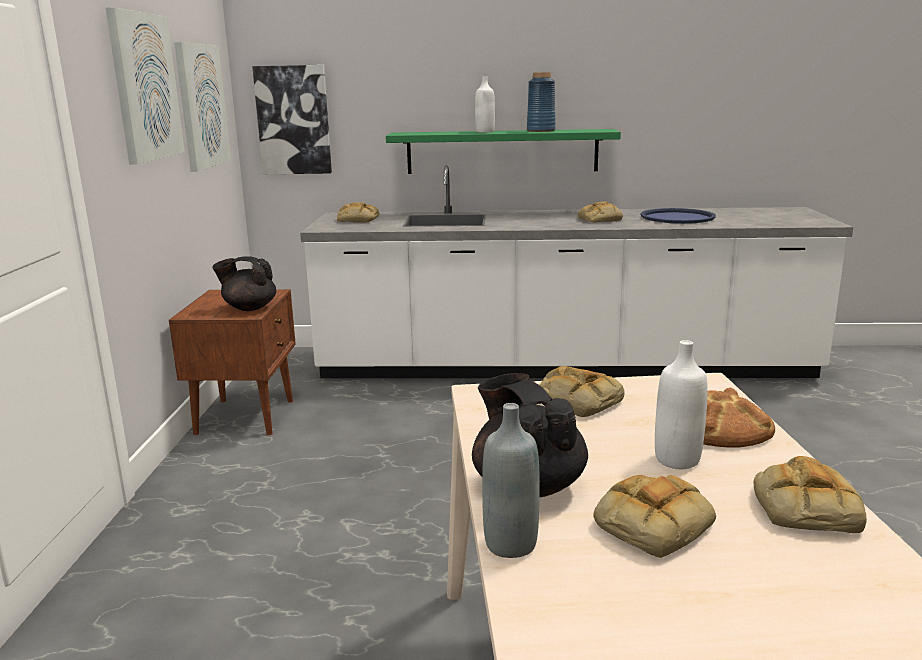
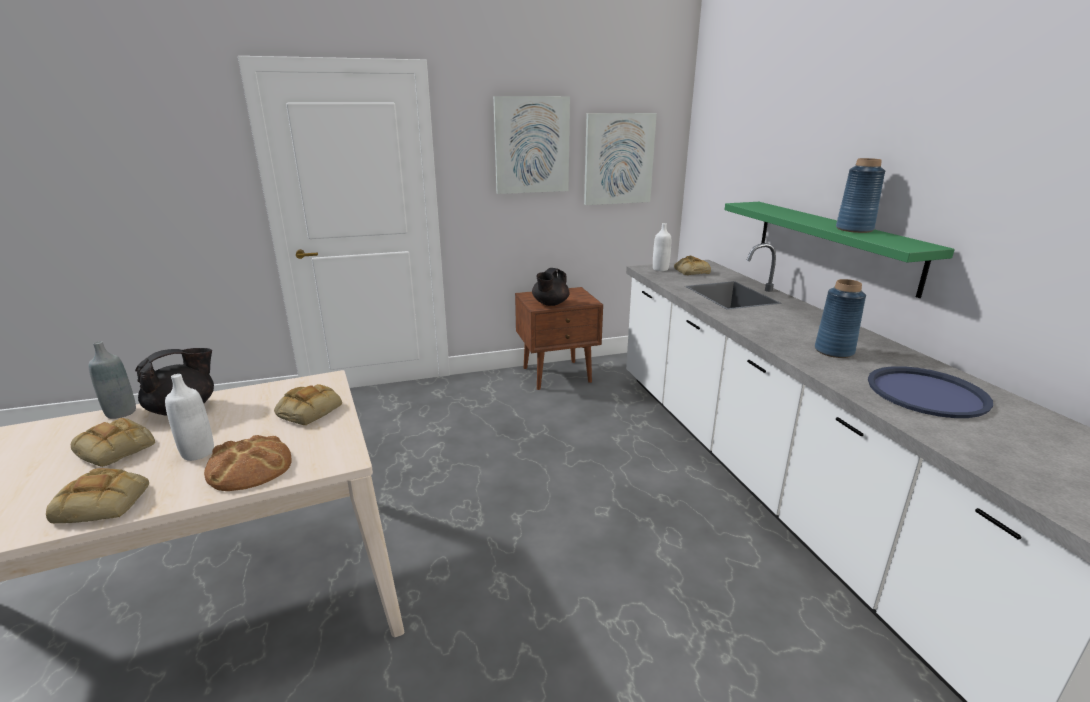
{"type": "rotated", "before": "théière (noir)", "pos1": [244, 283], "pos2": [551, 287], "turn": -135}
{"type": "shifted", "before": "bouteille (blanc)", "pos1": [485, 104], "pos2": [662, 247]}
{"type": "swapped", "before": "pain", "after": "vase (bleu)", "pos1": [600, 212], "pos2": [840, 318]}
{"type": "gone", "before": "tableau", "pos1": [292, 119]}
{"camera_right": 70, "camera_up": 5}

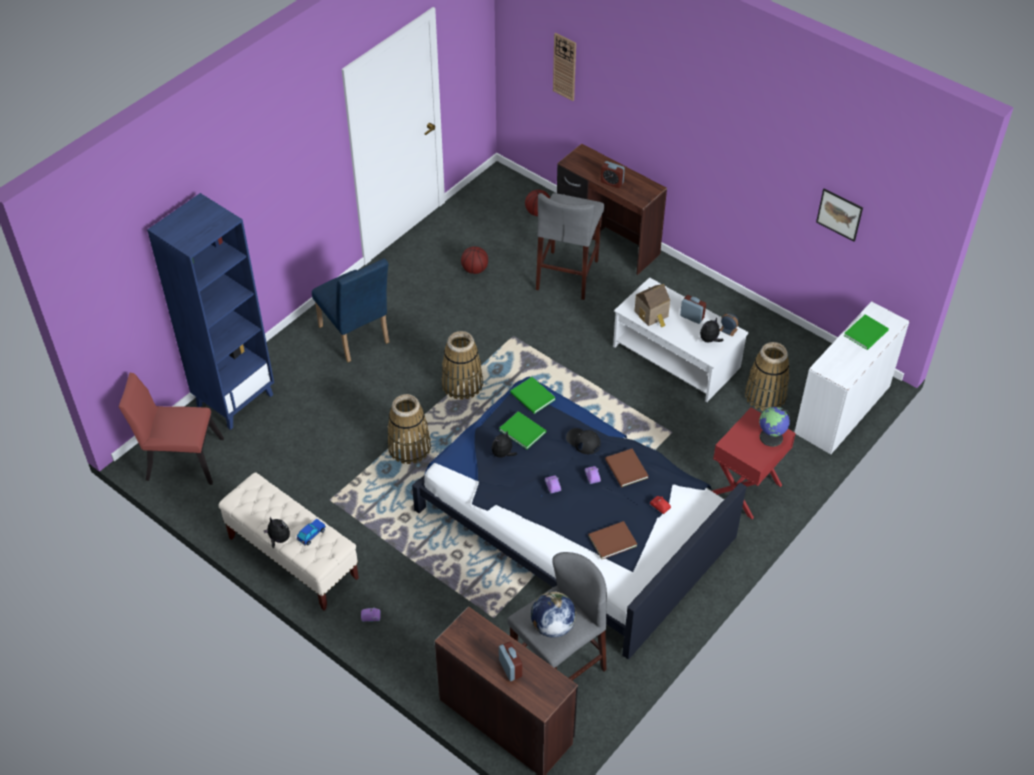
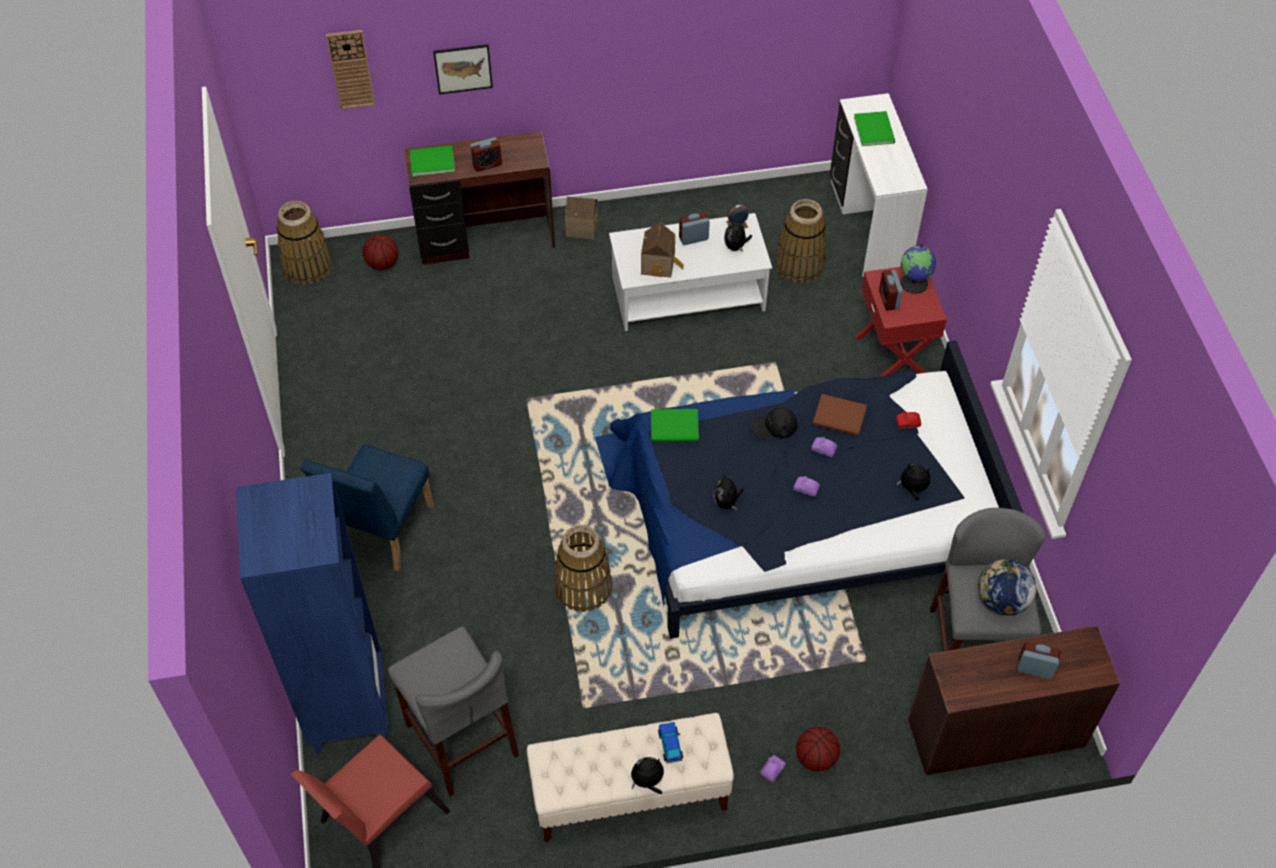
{"type": "shifted", "before": "panier", "pos1": [462, 365], "pos2": [304, 243]}
{"type": "rotated", "before": "chaise (bleu)", "pos1": [351, 310], "pos2": [367, 508], "turn": 105}
{"type": "shifted", "before": "tabouret (gris)", "pos1": [570, 246], "pos2": [453, 712]}
{"type": "shifted", "before": "livre (vert)", "pos1": [523, 430], "pos2": [432, 160]}
{"type": "shifted", "before": "tableau", "pos1": [839, 214], "pos2": [463, 69]}
{"type": "new", "after": "maison miniature", "pos2": [581, 218]}
{"type": "shifted", "before": "ballon de basket", "pos1": [474, 260], "pos2": [818, 749]}
{"type": "new", "after": "réveil", "pos2": [891, 290]}
{"type": "swapped", "before": "livre (marron)", "after": "peluche", "pos1": [612, 540], "pos2": [913, 481]}
{"camera_right": -50, "camera_up": 5}

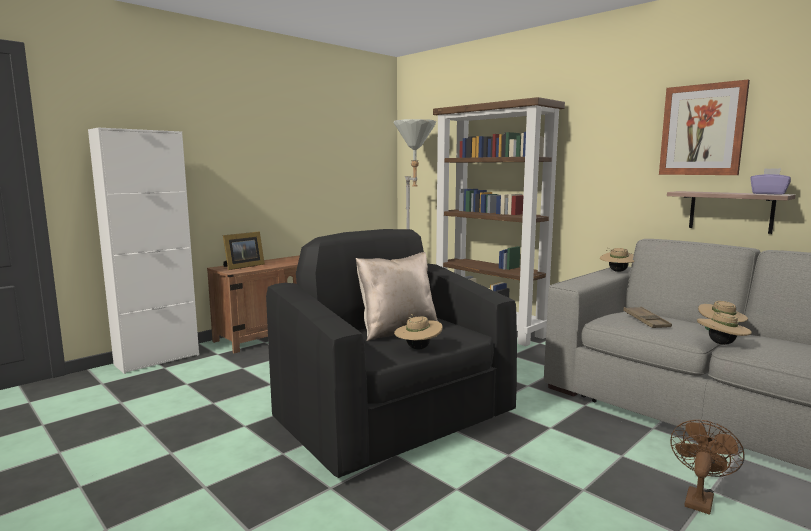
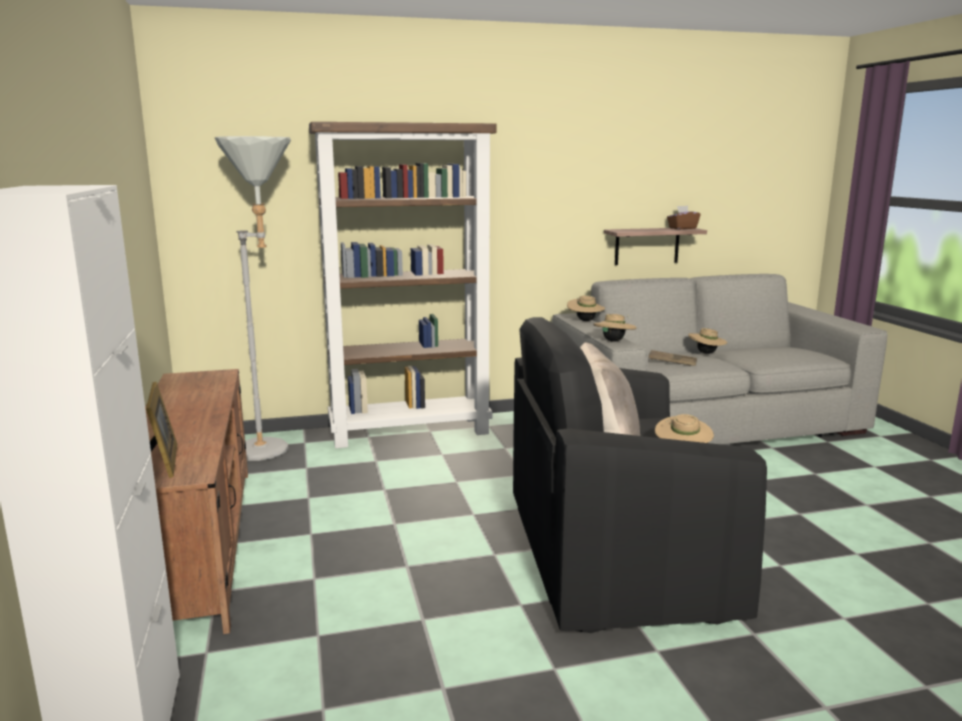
{"type": "shifted", "before": "chapeau (beige)", "pos1": [724, 328], "pos2": [615, 328]}
{"type": "repainted", "before": "boîte à mouchoirs (violet)", "after": "boîte à mouchoirs (marron)", "pos1": [770, 181], "pos2": [683, 217]}
{"type": "gone", "before": "tableau", "pos1": [704, 127]}
{"type": "gone", "before": "ventilateur (marron)", "pos1": [707, 467]}
{"camera_right": -60, "camera_up": 5}

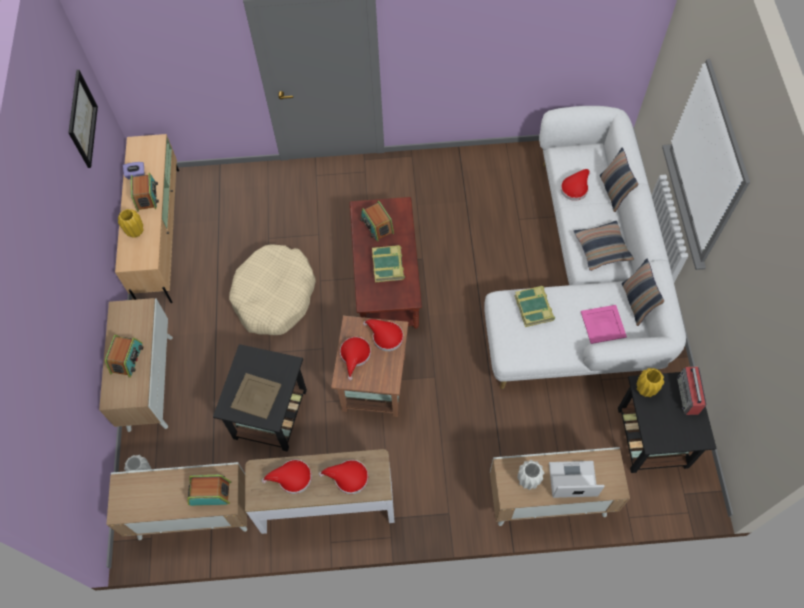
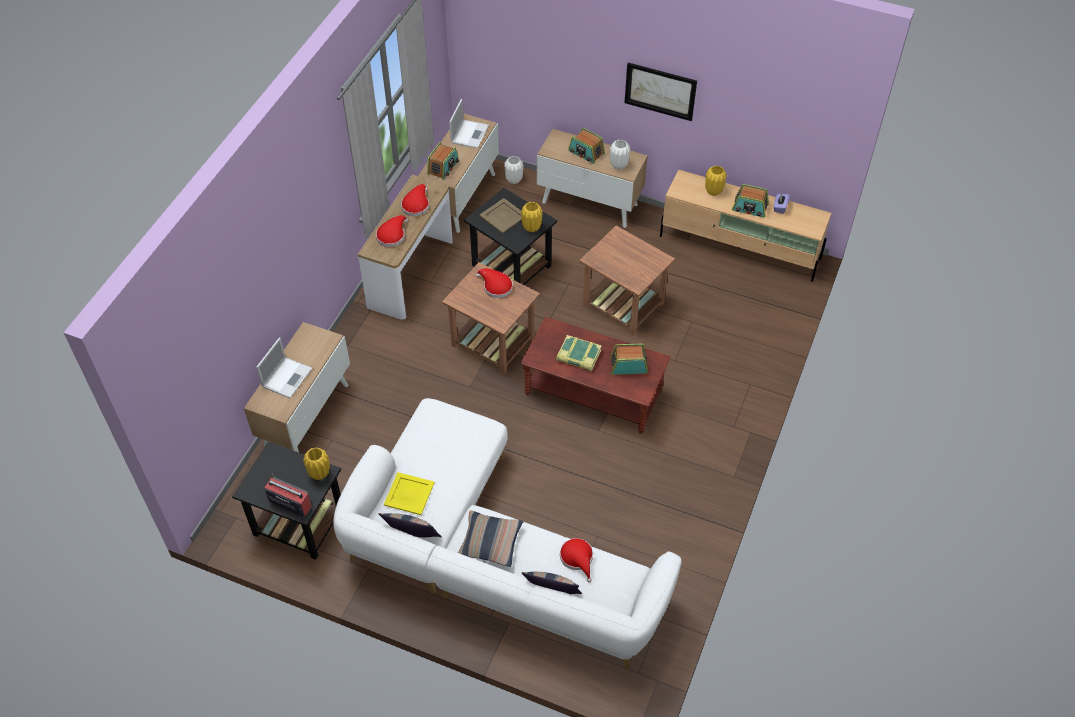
{"type": "repainted", "before": "plateau (rose)", "after": "plateau (jaune)", "pos1": [604, 324], "pos2": [409, 493]}
{"type": "new", "after": "ordinateur portable", "pos2": [469, 124]}
{"type": "new", "after": "vase (jaune)", "pos2": [531, 217]}
{"type": "swapped", "before": "panier pour chien (beige)", "after": "table d'appoint (marron)", "pos1": [272, 289], "pos2": [627, 281]}
{"type": "shifted", "before": "vase (blanc)", "pos1": [531, 475], "pos2": [620, 155]}
{"type": "shifted", "before": "tableau", "pos1": [83, 119], "pos2": [660, 92]}
{"type": "gone", "before": "chapeau (rouge)", "pos1": [383, 335]}
{"type": "gone", "before": "livre", "pos1": [534, 306]}
{"camera_right": 115, "camera_up": -10}

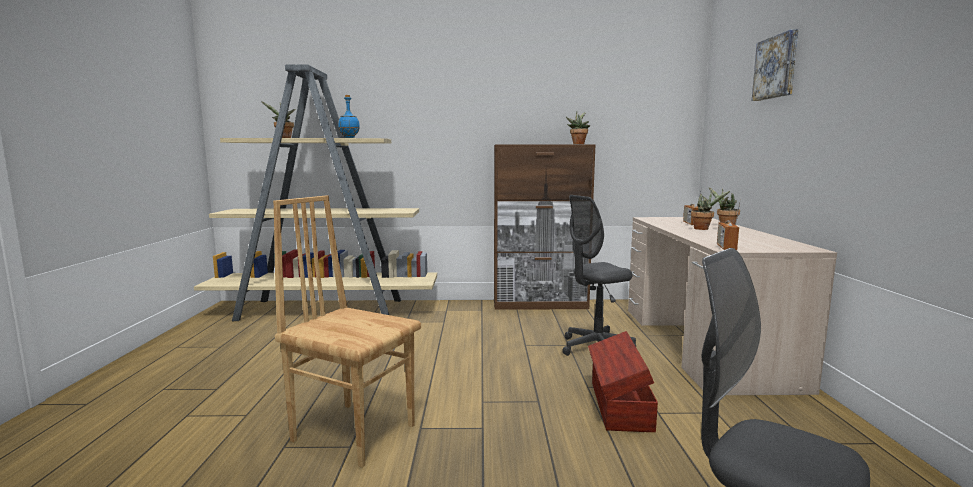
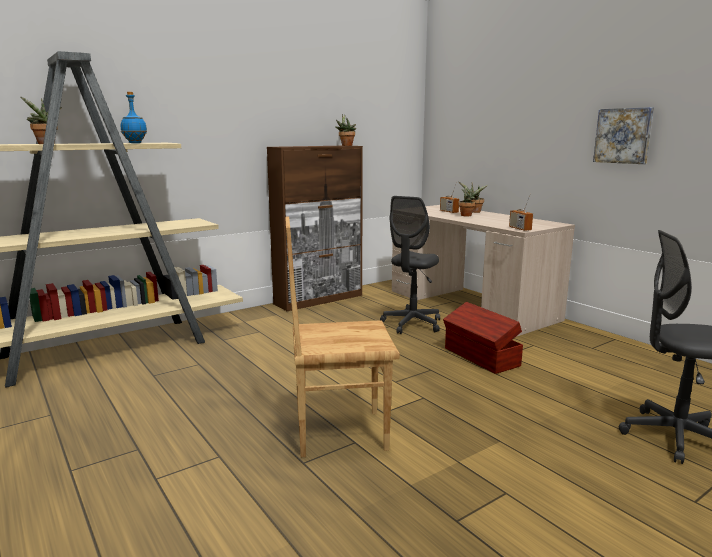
{"type": "shifted", "before": "tableau", "pos1": [775, 65], "pos2": [623, 135]}
{"camera_right": -35, "camera_up": 5}

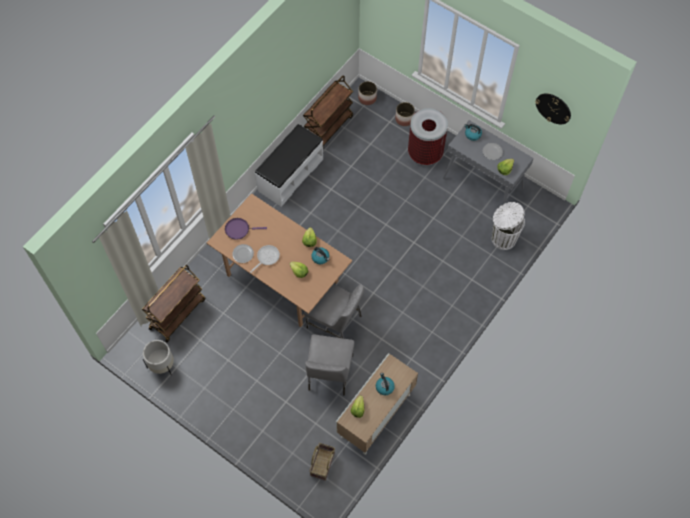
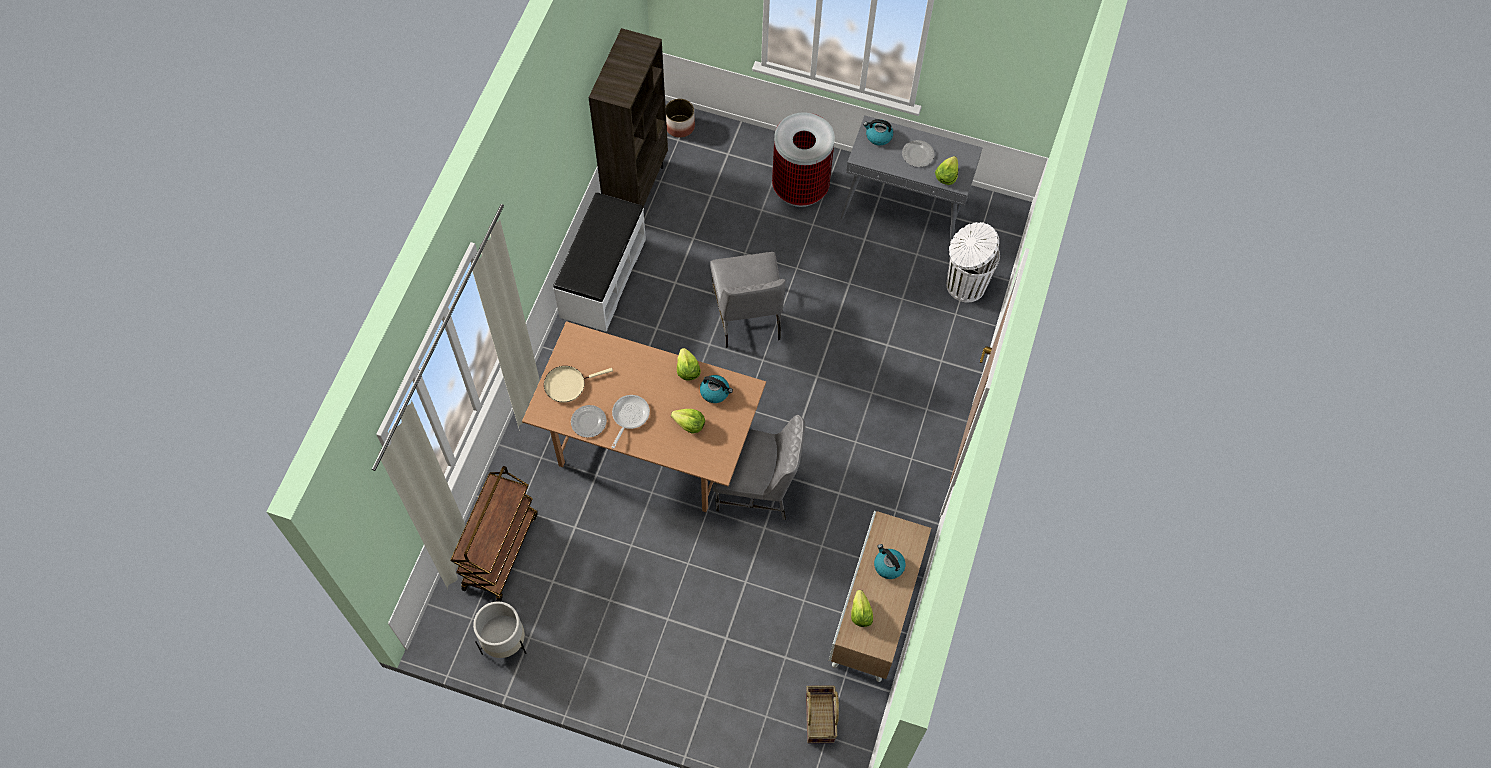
{"type": "repainted", "before": "poêle (violet)", "after": "poêle (beige)", "pos1": [246, 229], "pos2": [578, 384]}
{"type": "swapped", "before": "chariot (marron)", "after": "bibliothèque (marron)", "pos1": [328, 111], "pos2": [628, 117]}
{"type": "shifted", "before": "chaise (gris)", "pos1": [329, 365], "pos2": [748, 300]}
{"type": "gone", "before": "cache-pot", "pos1": [405, 114]}
{"type": "gone", "before": "horloge murale", "pos1": [553, 108]}
{"camera_right": -20, "camera_up": 0}

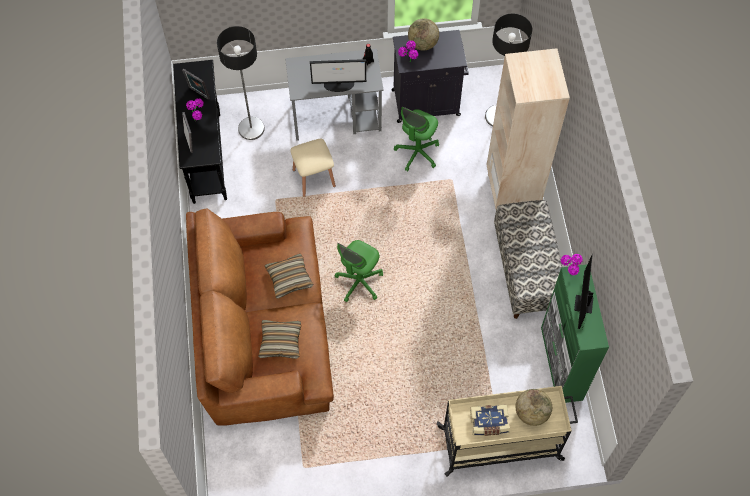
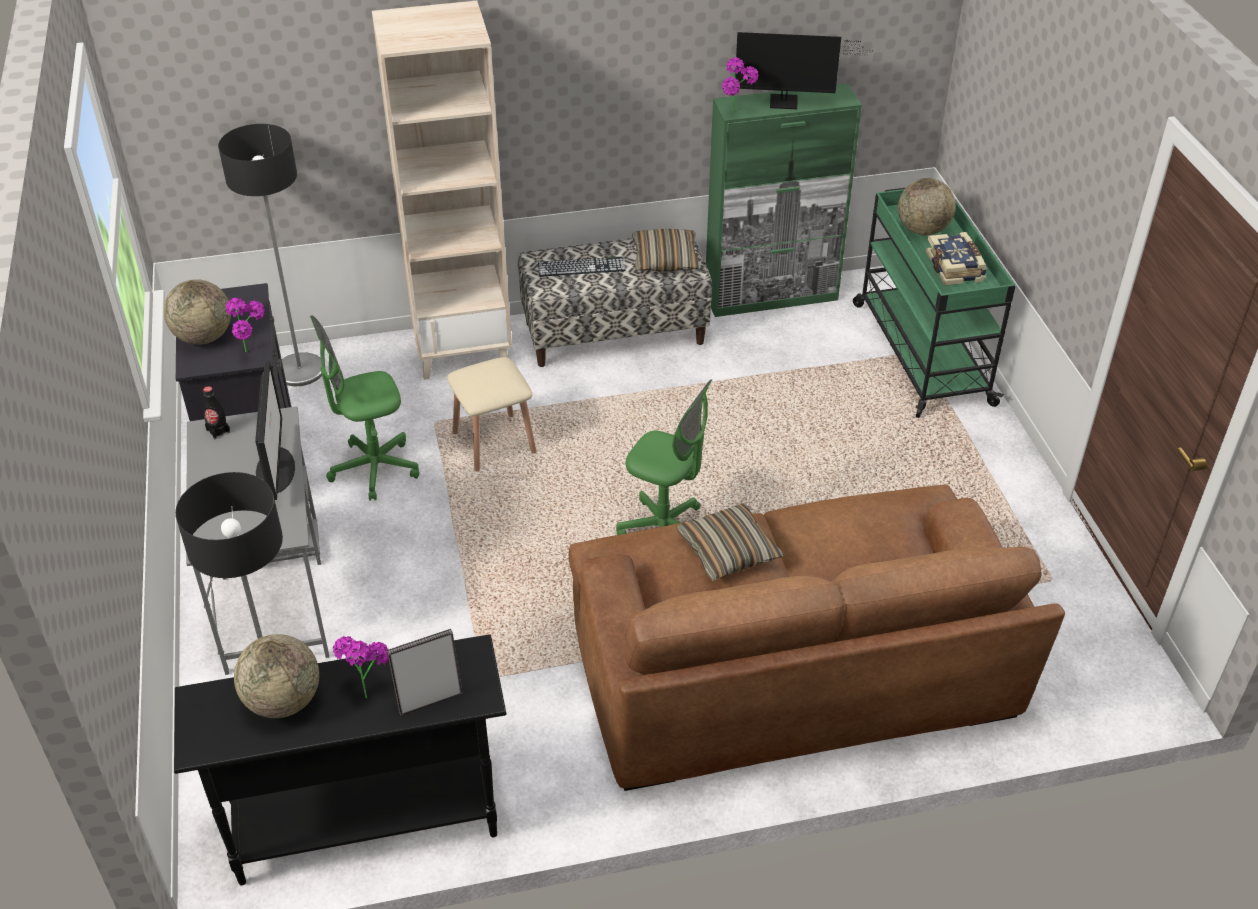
{"type": "swapped", "before": "cadre photo", "after": "globe", "pos1": [196, 84], "pos2": [276, 676]}
{"type": "rotated", "before": "chaise de bureau (vert)", "pos1": [416, 139], "pos2": [364, 408], "turn": 135}
{"type": "shifted", "before": "tabouret (beige)", "pos1": [313, 168], "pos2": [492, 414]}
{"type": "new", "after": "clavier", "pos2": [581, 267]}
{"type": "shifted", "before": "coussin", "pos1": [279, 339], "pos2": [666, 250]}
{"type": "repainted", "before": "chariot (beige)", "after": "chariot (vert)", "pos1": [507, 431], "pos2": [934, 303]}
{"camera_right": -95, "camera_up": -20}

